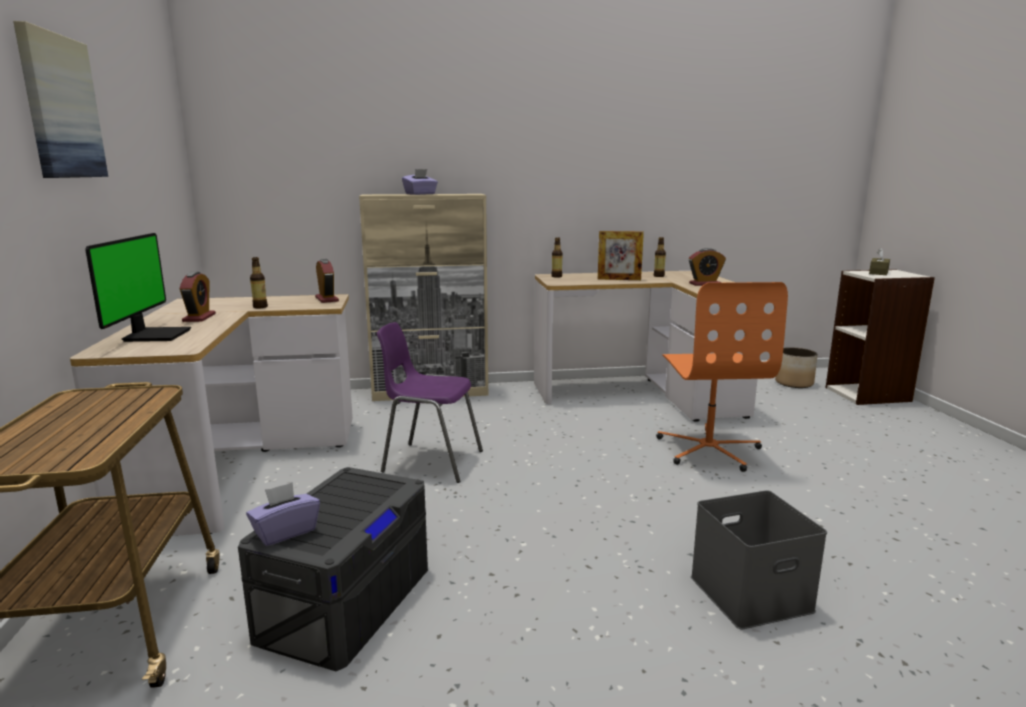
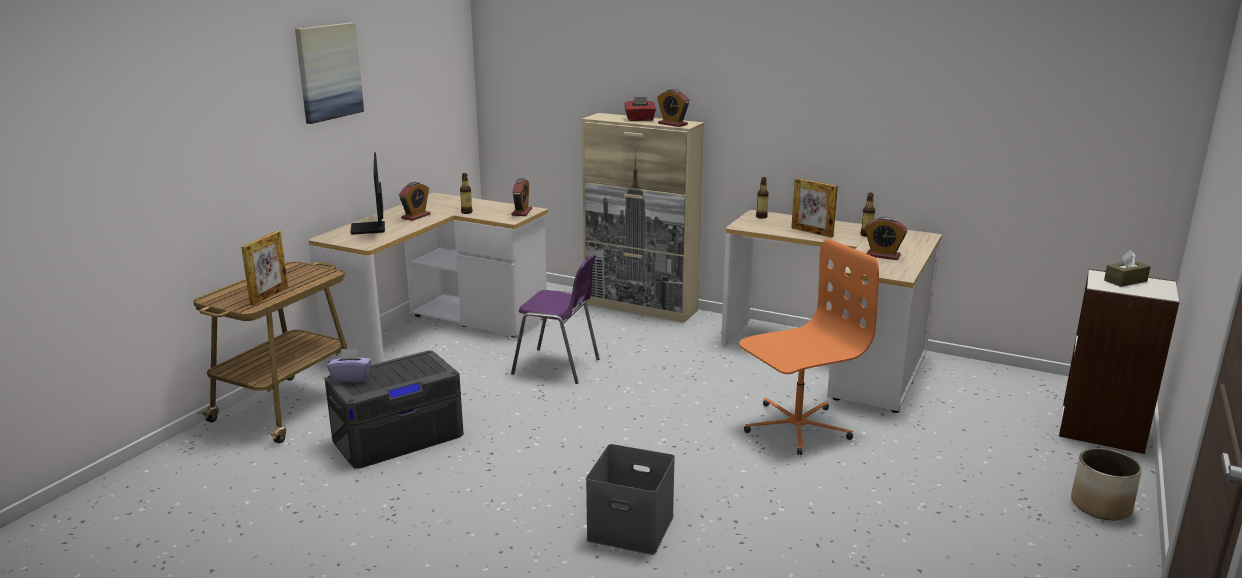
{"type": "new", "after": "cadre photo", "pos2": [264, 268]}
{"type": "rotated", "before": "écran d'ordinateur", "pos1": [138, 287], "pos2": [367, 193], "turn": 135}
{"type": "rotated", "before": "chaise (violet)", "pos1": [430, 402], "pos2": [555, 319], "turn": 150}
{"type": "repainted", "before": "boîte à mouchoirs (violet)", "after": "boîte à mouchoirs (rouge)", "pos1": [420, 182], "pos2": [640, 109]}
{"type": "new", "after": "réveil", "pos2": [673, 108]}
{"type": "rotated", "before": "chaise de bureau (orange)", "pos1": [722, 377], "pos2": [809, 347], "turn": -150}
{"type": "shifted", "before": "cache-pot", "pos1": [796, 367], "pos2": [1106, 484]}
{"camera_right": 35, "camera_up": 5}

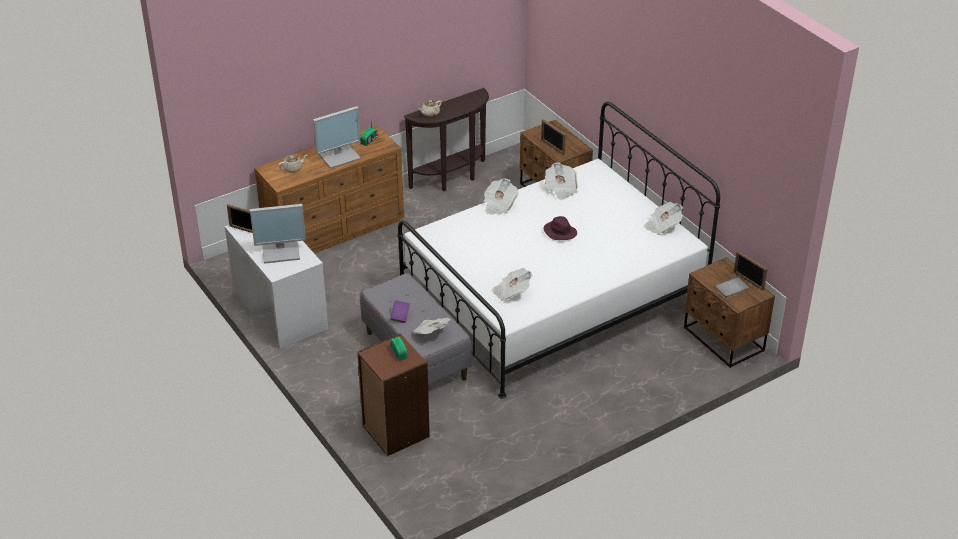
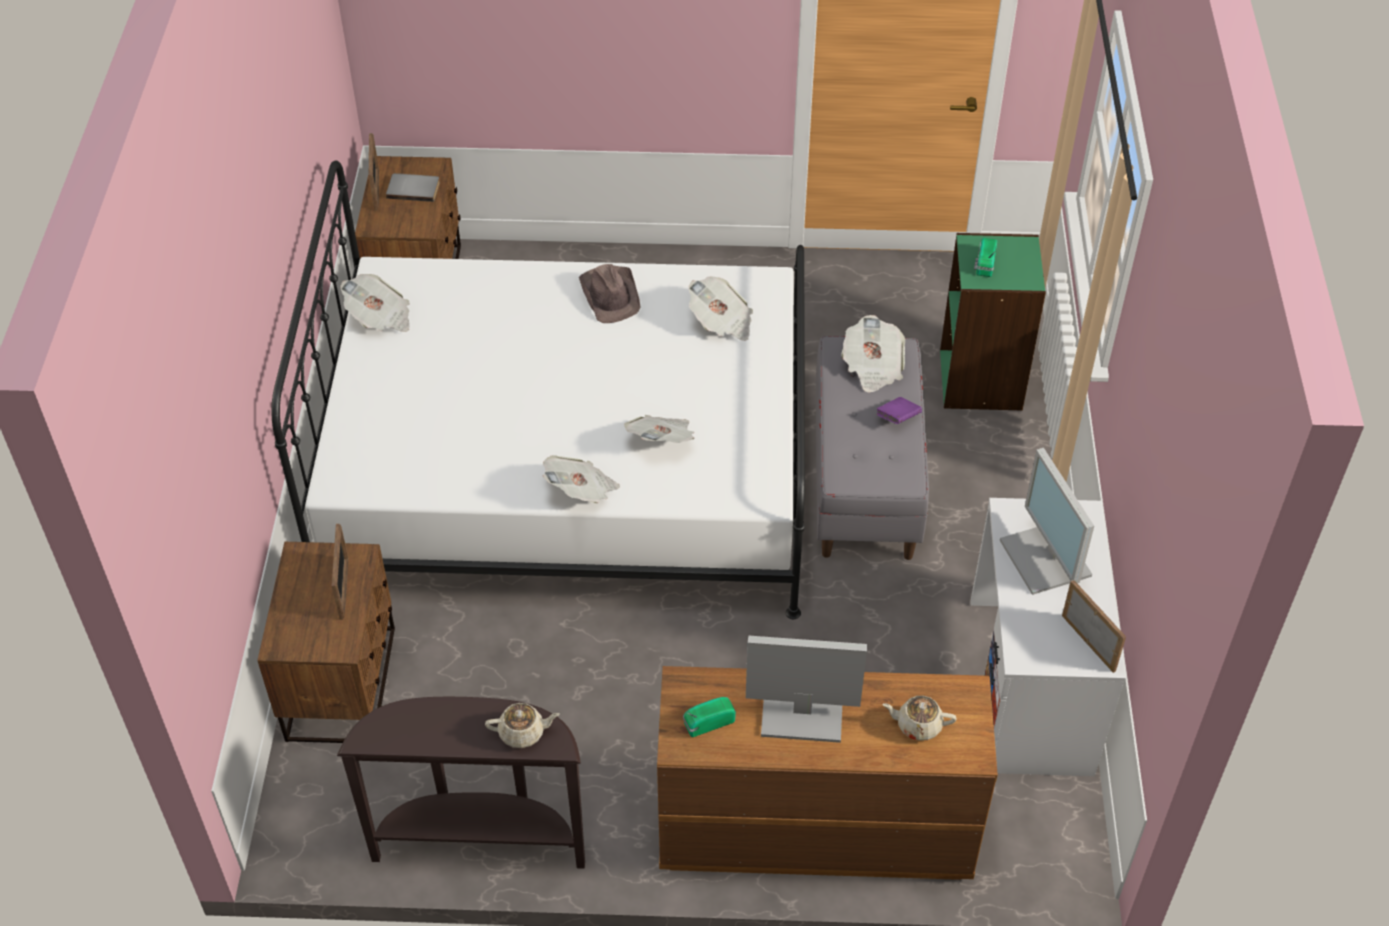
{"type": "new", "after": "chapeau (marron)", "pos2": [609, 293]}
{"type": "shifted", "before": "journal", "pos1": [561, 181], "pos2": [659, 429]}
{"type": "repainted", "before": "bibliothèque (marron)", "after": "bibliothèque (vert)", "pos1": [393, 395], "pos2": [993, 322]}
{"type": "rotated", "before": "écran d'ordinateur", "pos1": [278, 234], "pos2": [1047, 521], "turn": -135}
{"type": "gone", "before": "chapeau (violet)", "pos1": [560, 228]}
{"camera_right": -145, "camera_up": 10}

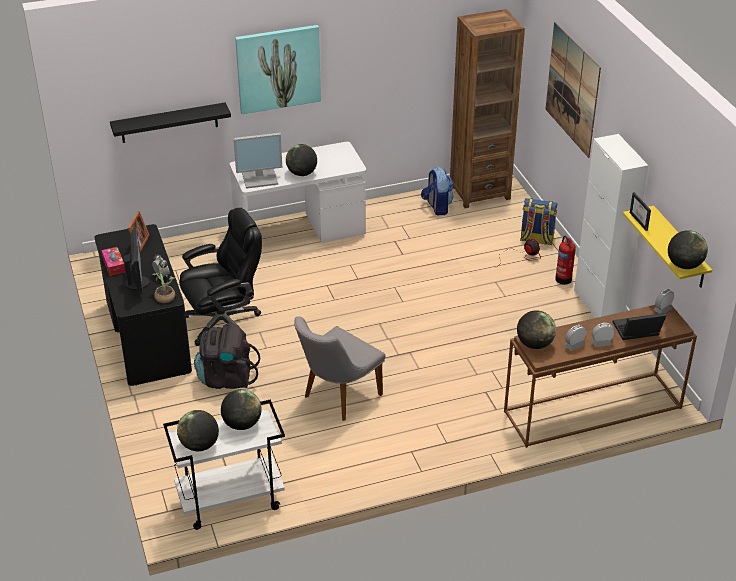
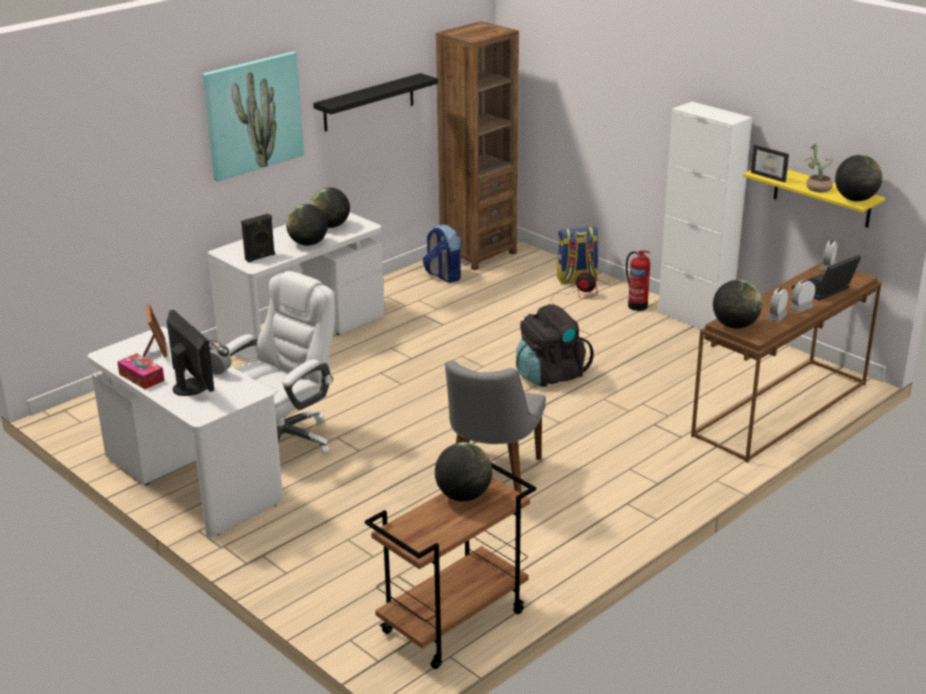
{"type": "repainted", "before": "bureau (noir)", "after": "bureau (blanc)", "pos1": [143, 305], "pos2": [185, 432]}
{"type": "repainted", "before": "chaise de bureau (noir)", "after": "chaise de bureau (blanc)", "pos1": [220, 277], "pos2": [280, 362]}
{"type": "swapped", "before": "écran d'ordinateur", "after": "enceinte (noir)", "pos1": [258, 161], "pos2": [258, 238]}
{"type": "shifted", "before": "globe", "pos1": [198, 430], "pos2": [330, 207]}
{"type": "shifted", "before": "étagère (noir)", "pos1": [170, 123], "pos2": [375, 102]}
{"type": "repainted", "before": "chariot (blanc)", "after": "chariot (marron)", "pos1": [224, 464], "pos2": [450, 566]}
{"type": "shifted", "before": "sac à dos (noir)", "pos1": [227, 356], "pos2": [555, 345]}
{"type": "shifted", "before": "plante en pot", "pos1": [163, 283], "pos2": [818, 167]}
{"type": "gone", "before": "tableau", "pos1": [573, 90]}
{"camera_right": -25, "camera_up": -10}

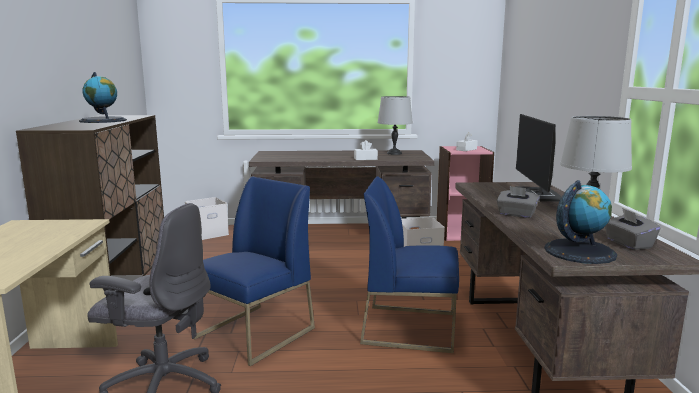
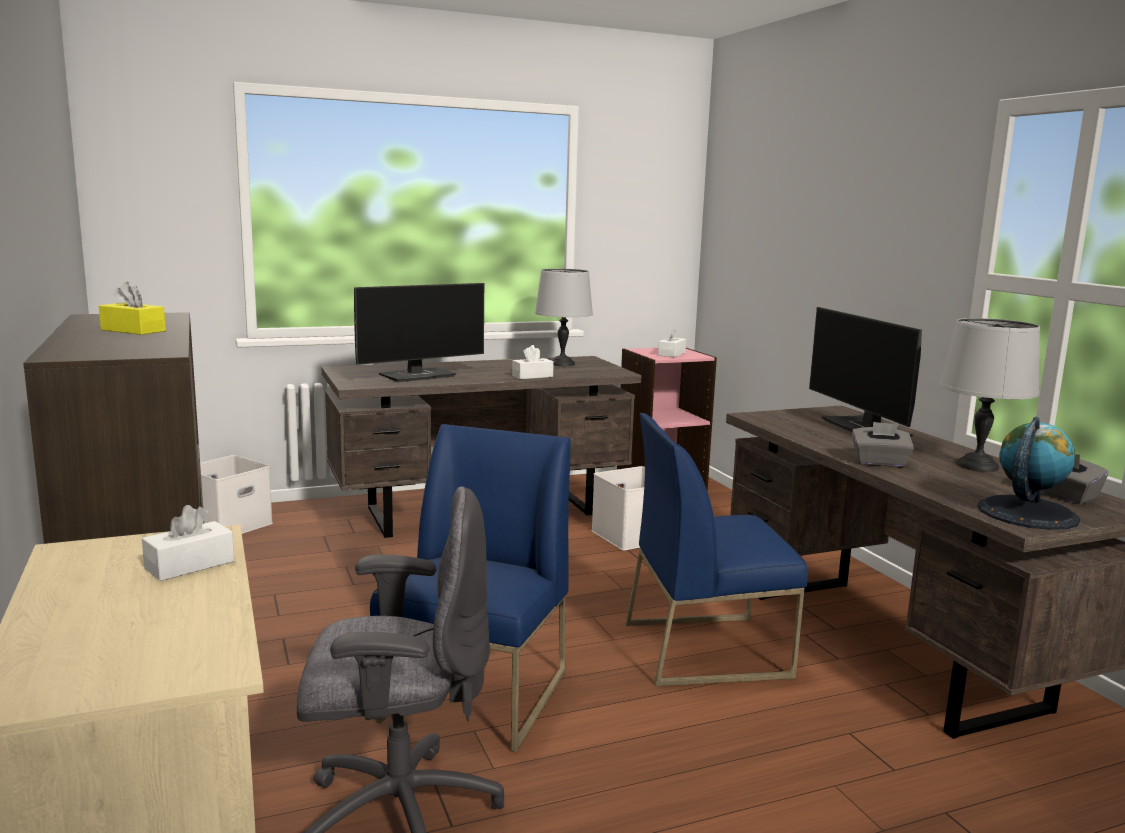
{"type": "swapped", "before": "globe", "after": "boîte à mouchoirs (jaune)", "pos1": [103, 97], "pos2": [132, 308]}
{"type": "new", "after": "boîte à mouchoirs (blanc)", "pos2": [188, 543]}
{"type": "new", "after": "écran d'ordinateur", "pos2": [419, 332]}
{"camera_right": -20, "camera_up": 0}

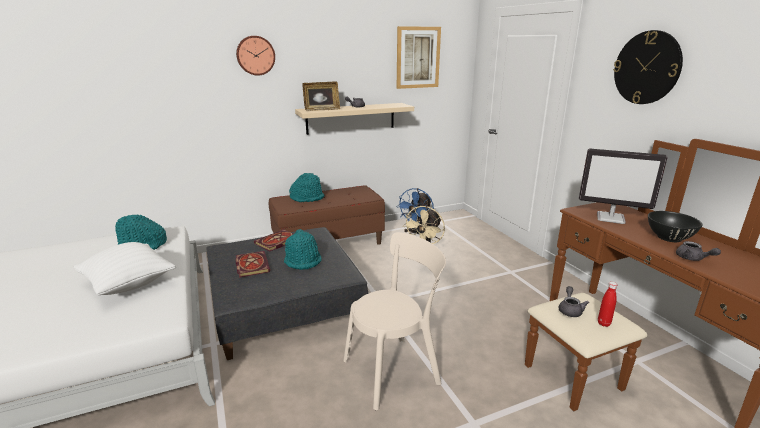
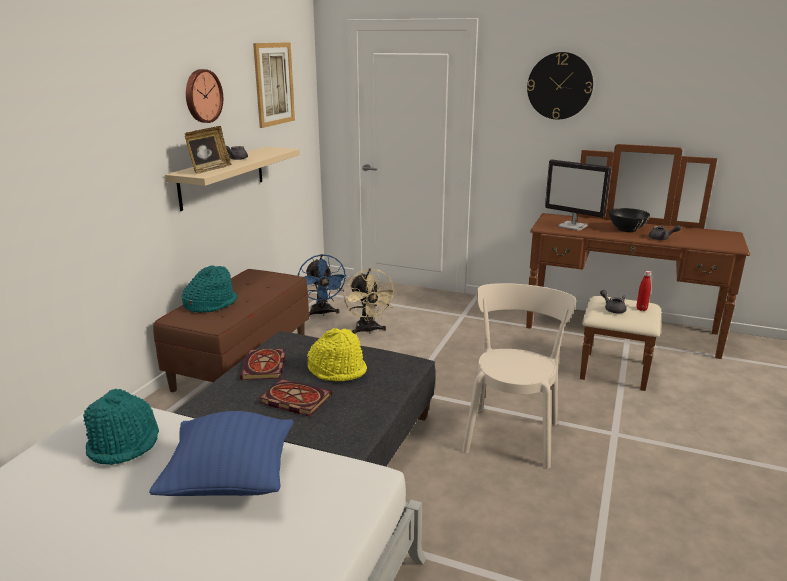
{"type": "repainted", "before": "coussin (blanc)", "after": "coussin (bleu)", "pos1": [125, 268], "pos2": [221, 453]}
{"type": "shifted", "before": "horloge murale", "pos1": [255, 55], "pos2": [204, 96]}
{"type": "repainted", "before": "chapeau (turquoise)", "after": "chapeau (jaune)", "pos1": [303, 249], "pos2": [337, 354]}
{"type": "rotated", "before": "écran d'ordinateur", "pos1": [623, 186], "pos2": [578, 195], "turn": 60}
{"camera_right": -45, "camera_up": 0}

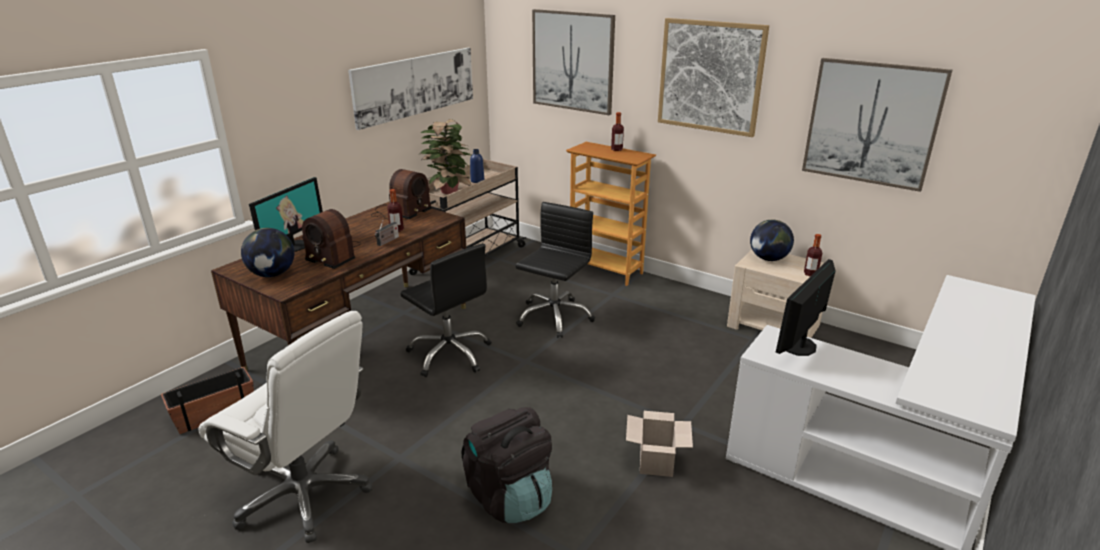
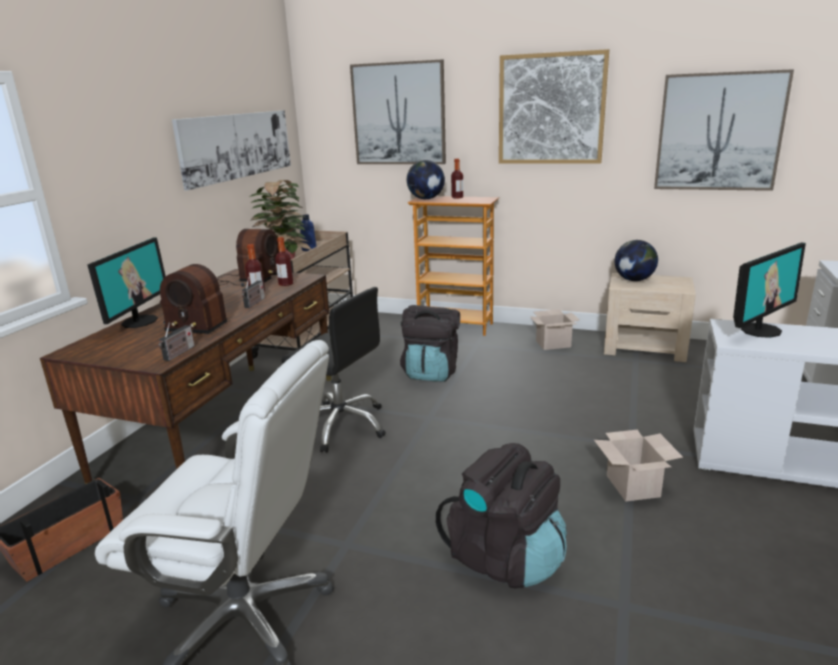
{"type": "new", "after": "radio", "pos2": [176, 341]}
{"type": "shifted", "before": "bouteille", "pos1": [813, 255], "pos2": [284, 261]}
{"type": "swapped", "before": "chaise de bureau (noir)", "after": "sac à dos (noir)", "pos1": [555, 270], "pos2": [430, 343]}
{"type": "shifted", "before": "globe", "pos1": [267, 252], "pos2": [426, 179]}
{"type": "new", "after": "carton", "pos2": [555, 329]}
{"type": "rotated", "before": "écran d'ordinateur", "pos1": [806, 307], "pos2": [769, 290], "turn": -150}
{"camera_right": -15, "camera_up": -5}

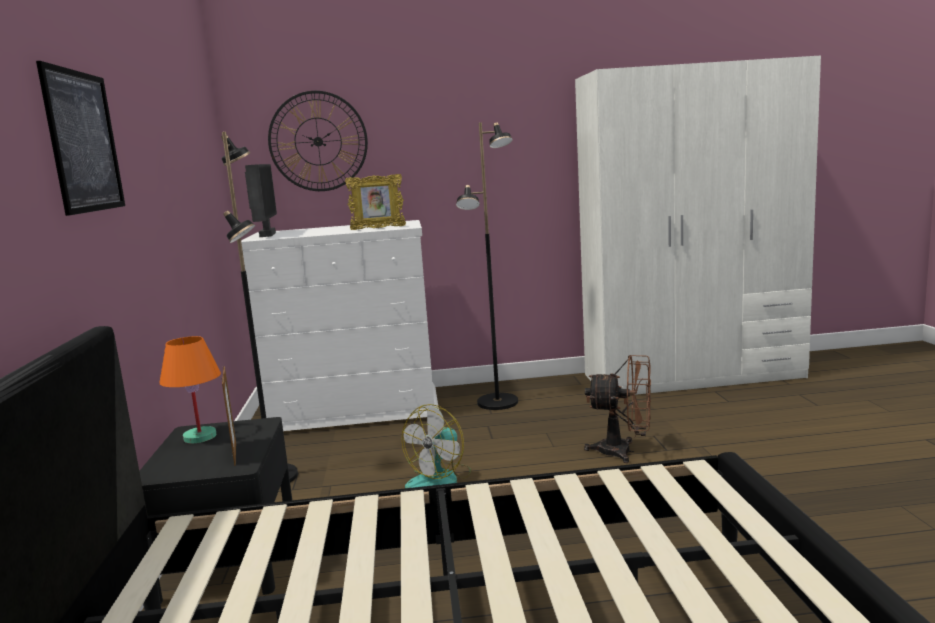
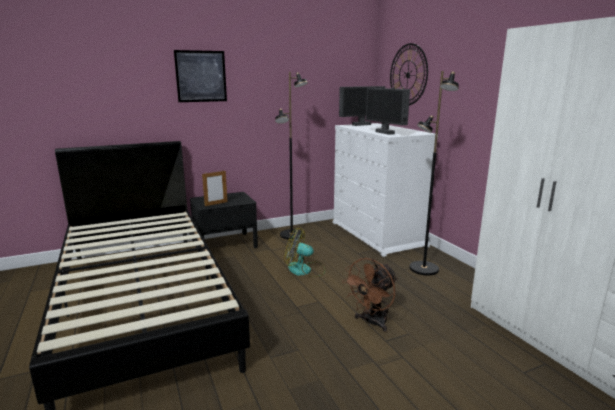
{"type": "rotated", "before": "ventilateur (marron)", "pos1": [617, 409], "pos2": [369, 295], "turn": 45}
{"type": "swapped", "before": "cadre photo", "after": "écran d'ordinateur", "pos1": [375, 202], "pos2": [388, 111]}
{"type": "gone", "before": "lampe de table (orange)", "pos1": [190, 389]}
{"camera_right": 70, "camera_up": 5}

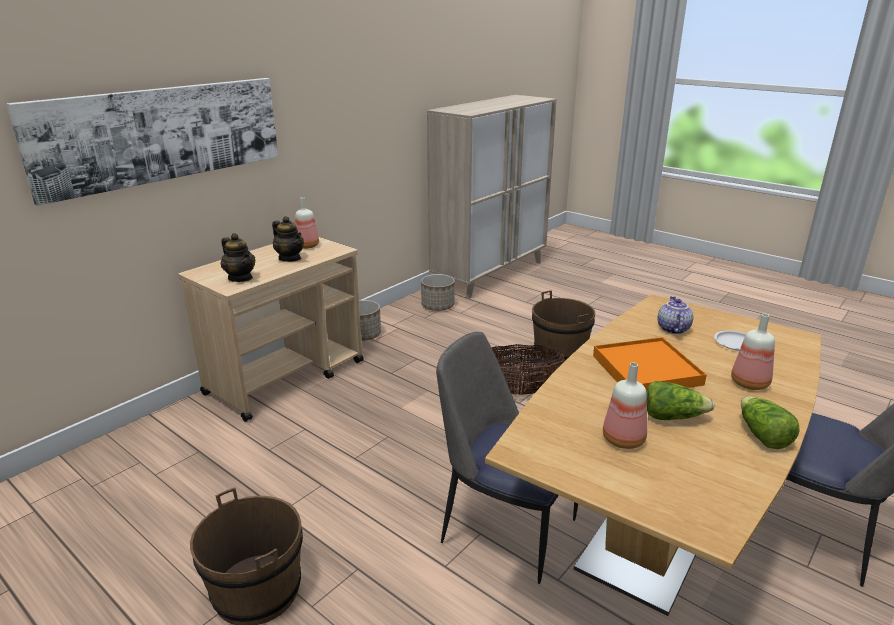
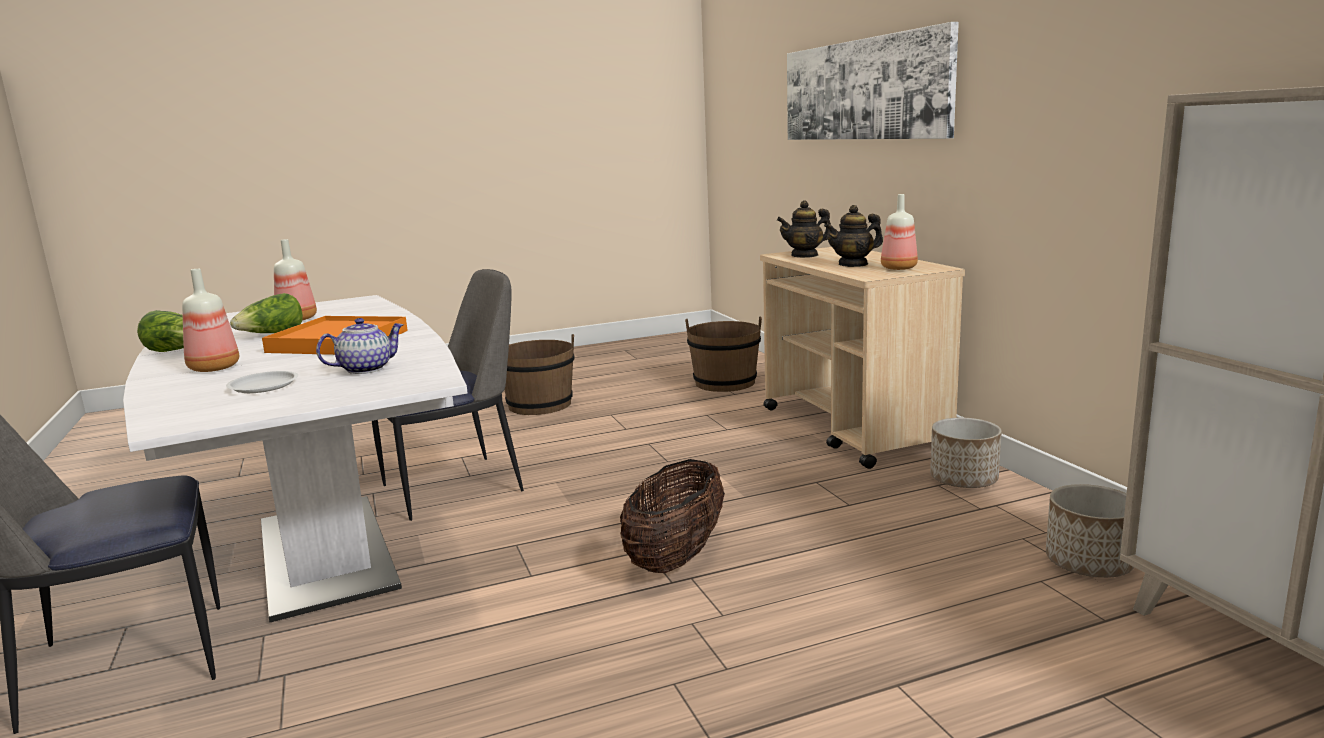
{"type": "repainted", "before": "table à manger (marron)", "after": "table à manger (blanc)", "pos1": [653, 455], "pos2": [295, 458]}
{"type": "rotated", "before": "théière", "pos1": [675, 315], "pos2": [360, 346], "turn": -75}
{"type": "shifted", "before": "seau (marron)", "pos1": [563, 325], "pos2": [723, 354]}
{"camera_right": 120, "camera_up": -10}

